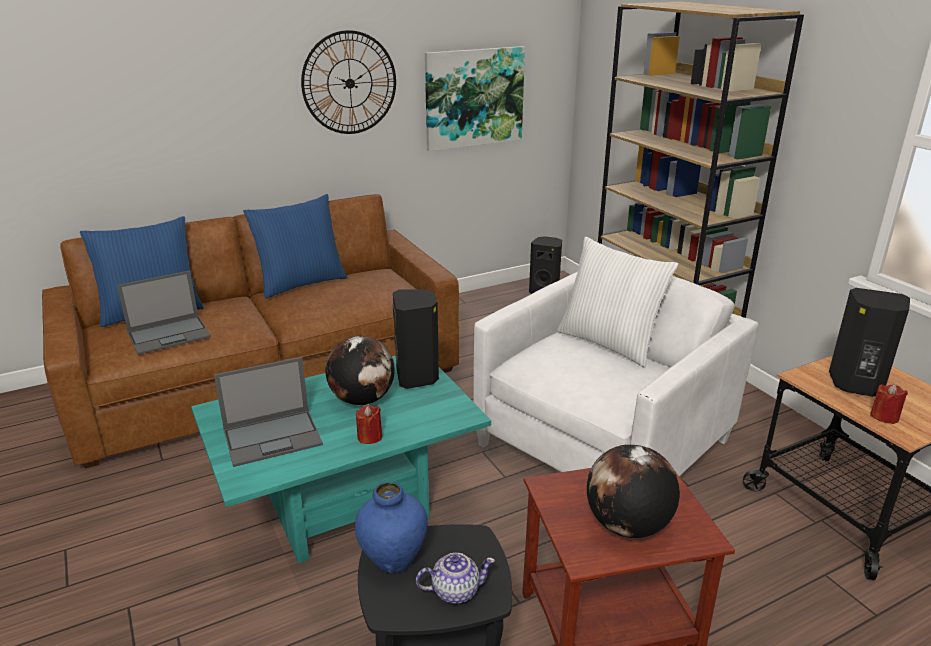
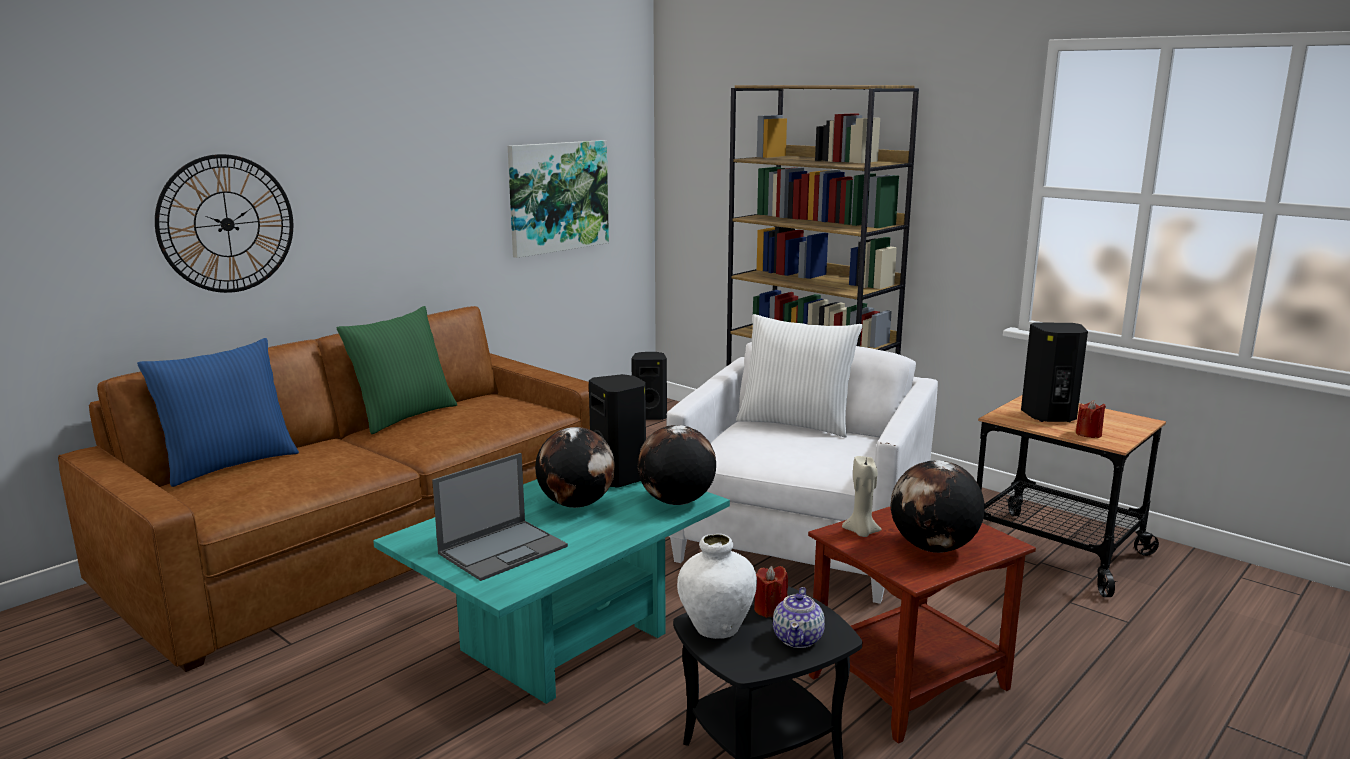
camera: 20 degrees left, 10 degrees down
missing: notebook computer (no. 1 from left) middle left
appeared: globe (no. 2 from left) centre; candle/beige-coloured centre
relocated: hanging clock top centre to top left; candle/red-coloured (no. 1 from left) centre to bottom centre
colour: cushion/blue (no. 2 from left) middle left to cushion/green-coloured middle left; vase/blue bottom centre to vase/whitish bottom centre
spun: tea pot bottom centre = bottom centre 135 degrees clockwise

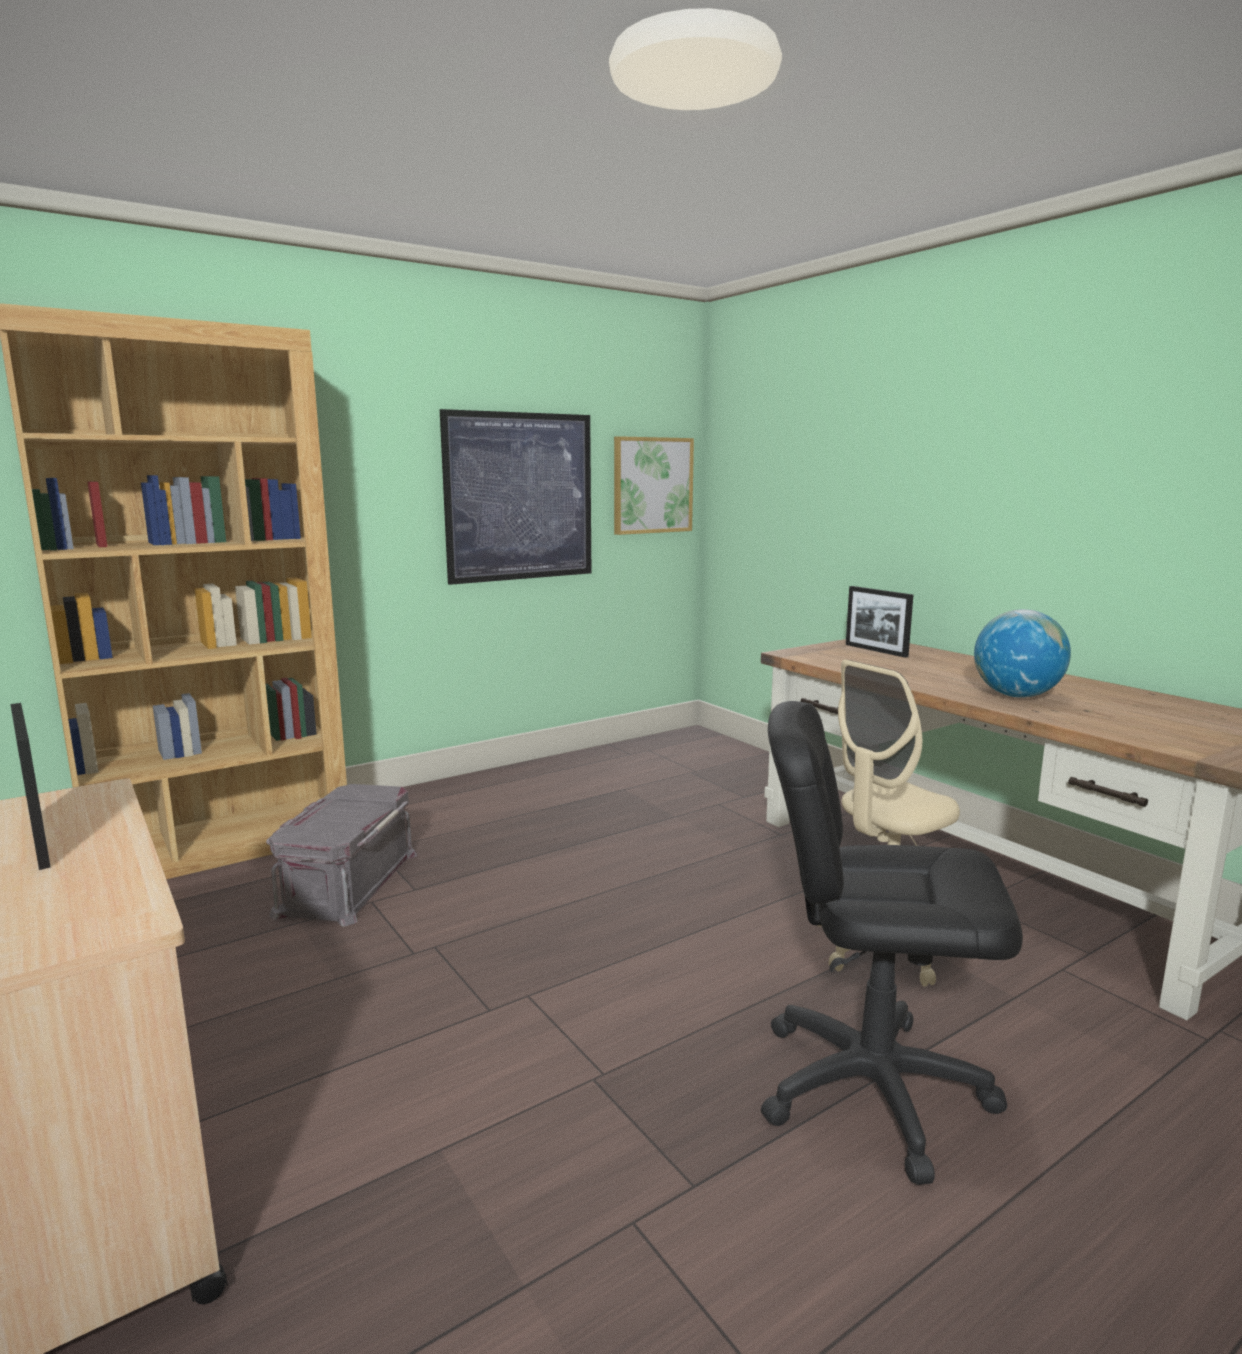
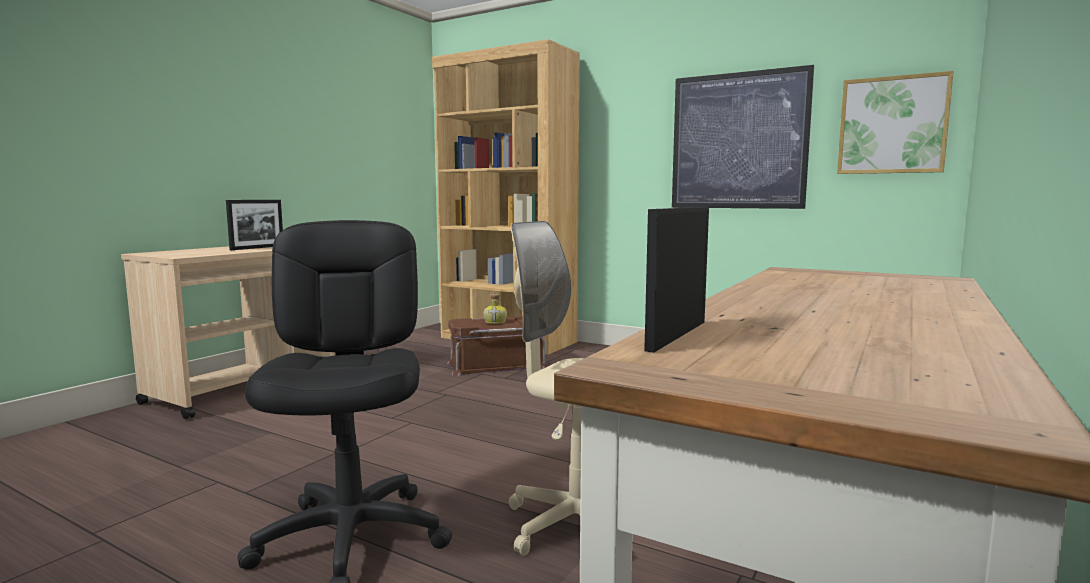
camera: 65 degrees right, 5 degrees down
missing: globe middle right
appeared: bottle centre
relocated: picture frame (no. 2 from left) middle right to centre
colour: storage box/grey middle left to storage box/brownish centre

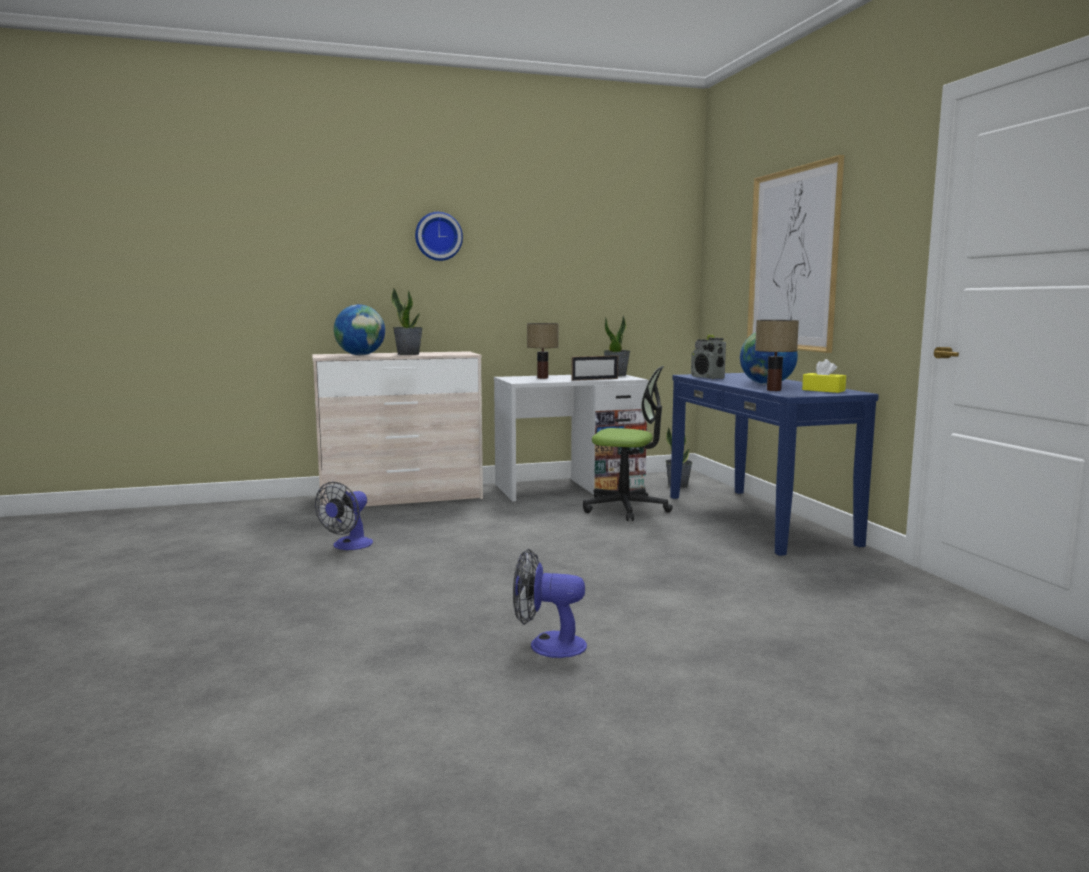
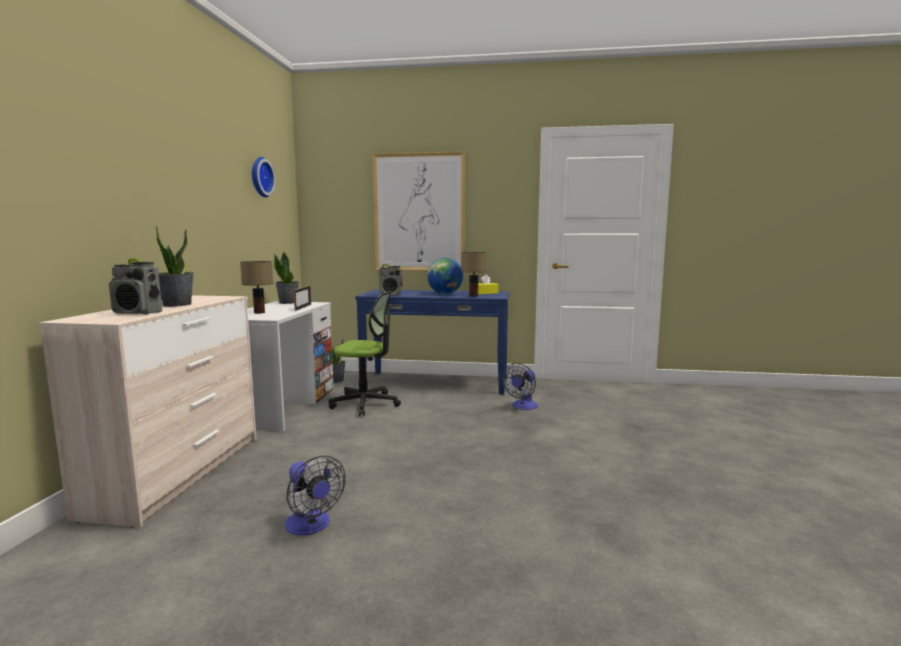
camera: 65 degrees left, 0 degrees up
relocated: hanging clock top centre to top left; cooling fan (no. 2 from left) bottom centre to centre
exchanged: globe (no. 1 from left) middle left to radio (no. 1 from left) middle left
spun: office chair centre = centre 60 degrees clockwise

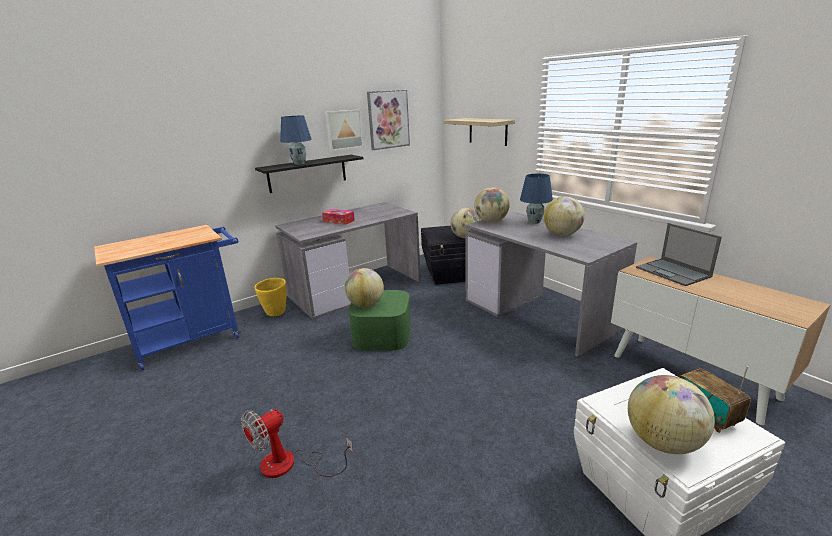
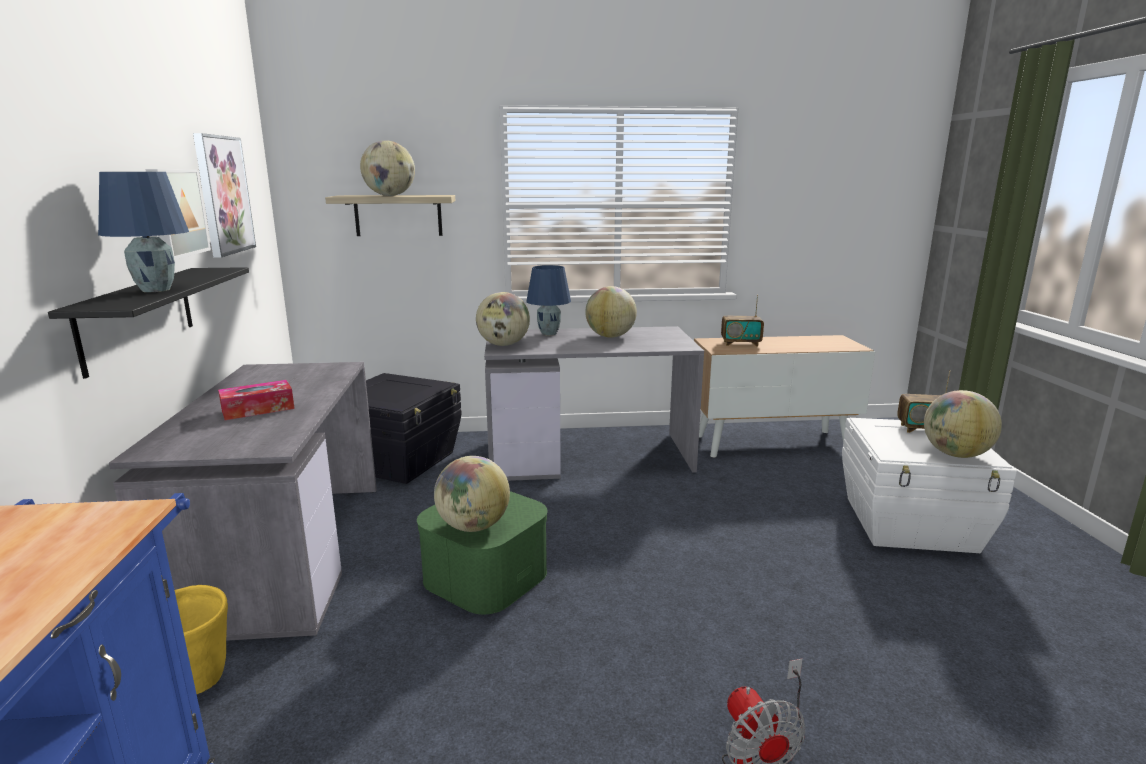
camera: 60 degrees left, 5 degrees down
relocated: globe (no. 2 from left in the first image) centre to globe (no. 1 from left) top centre
exchanged: notebook computer middle right to radio (no. 1 from left) centre

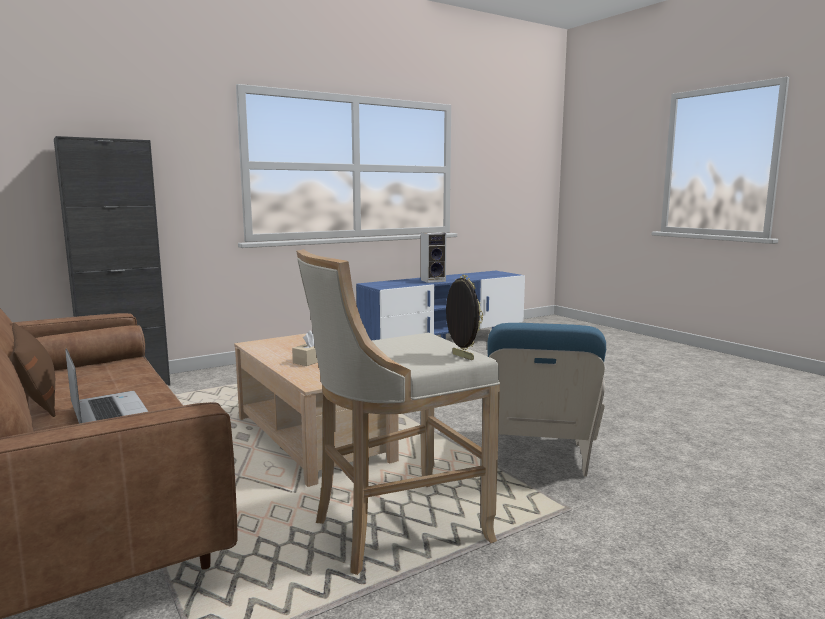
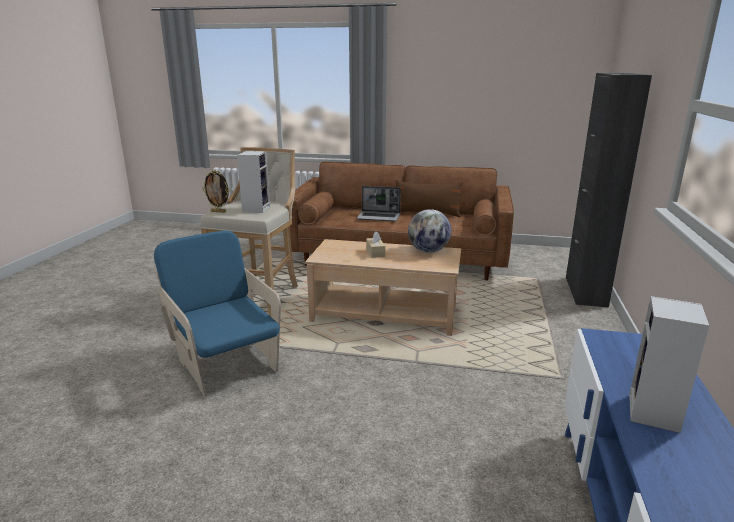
camera: 135 degrees right, 10 degrees up
appeared: loudspeaker (no. 1 from left) centre; globe centre

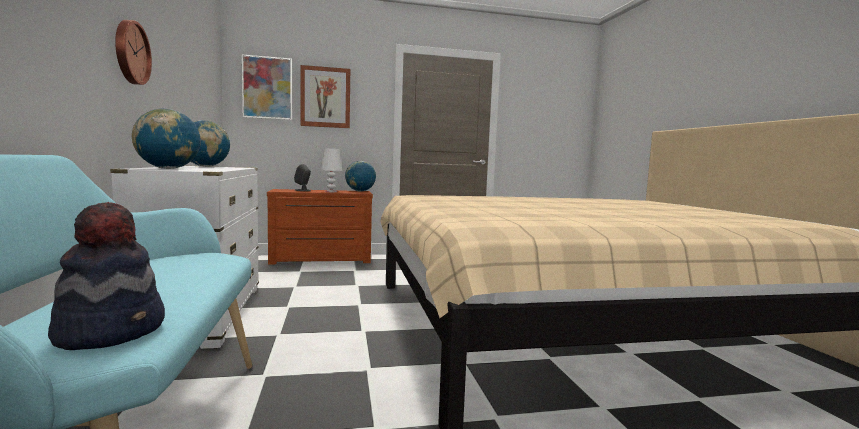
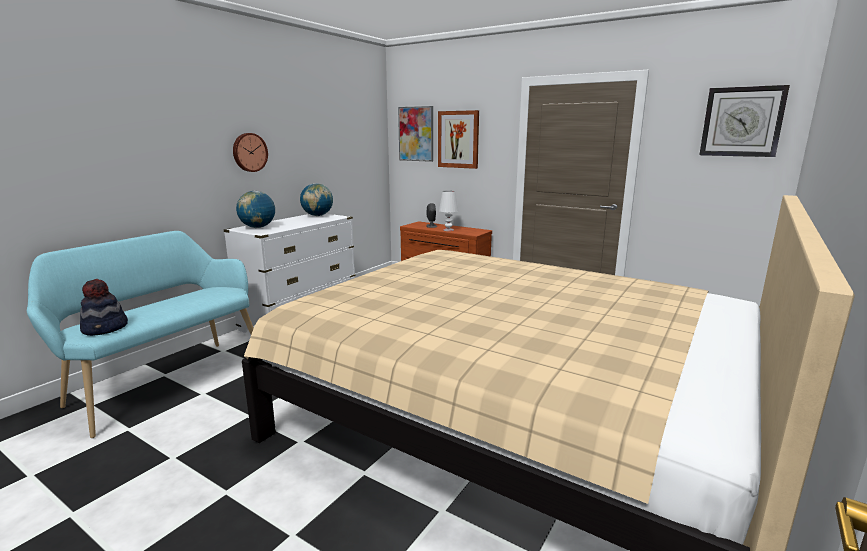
camera: 45 degrees right, 10 degrees up
missing: globe (no. 3 from left) centre
appeared: hanging clock (no. 2 from left) top right

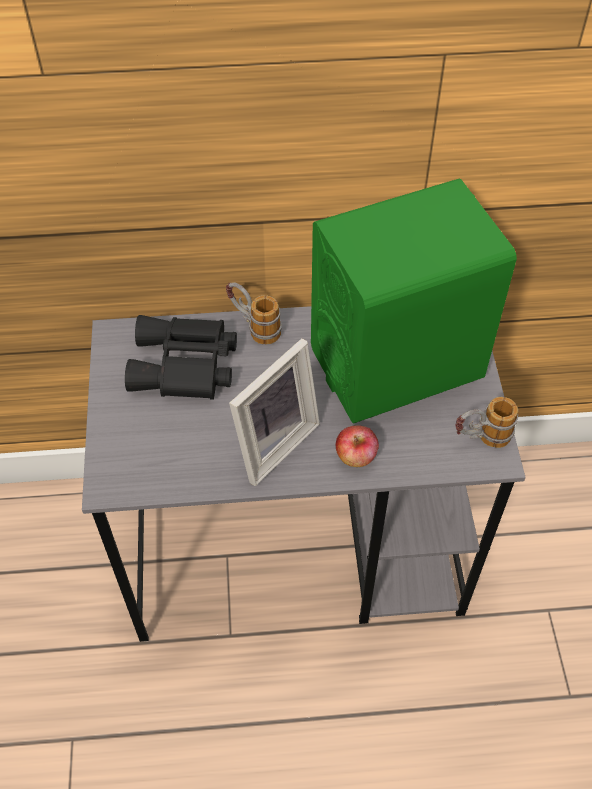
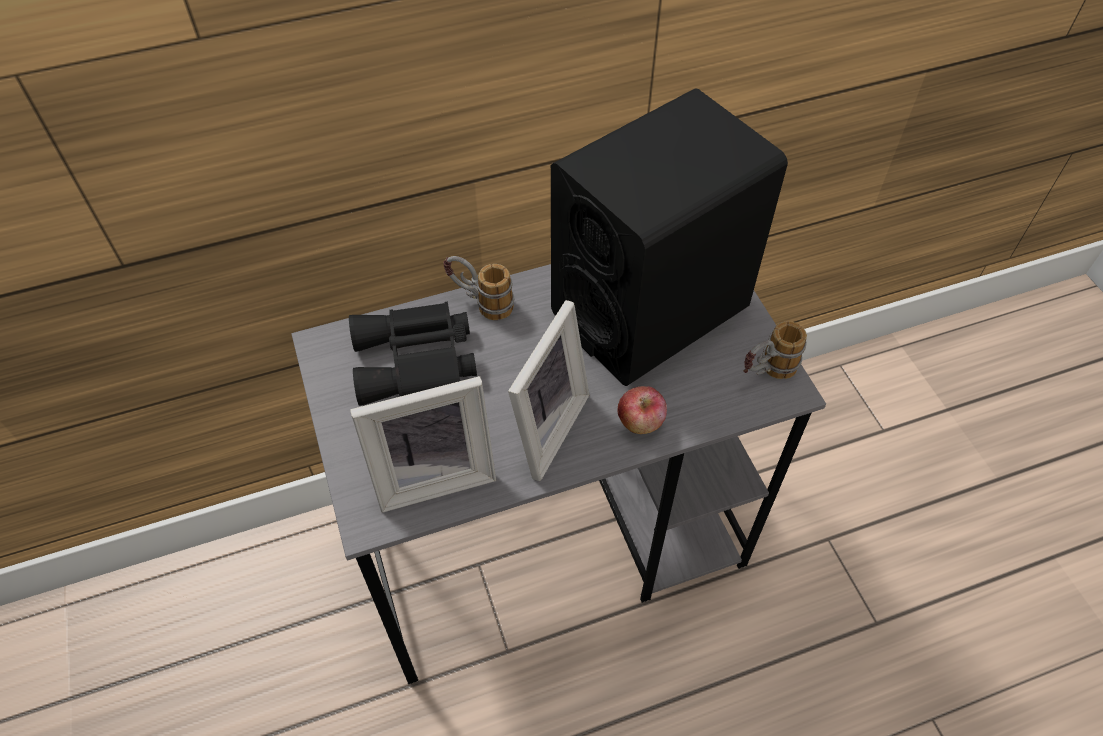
camera: 15 degrees left, 0 degrees up
appeared: picture frame (no. 1 from left) centre
colour: loudspeaker/green-coloured middle right to loudspeaker/blackish top centre

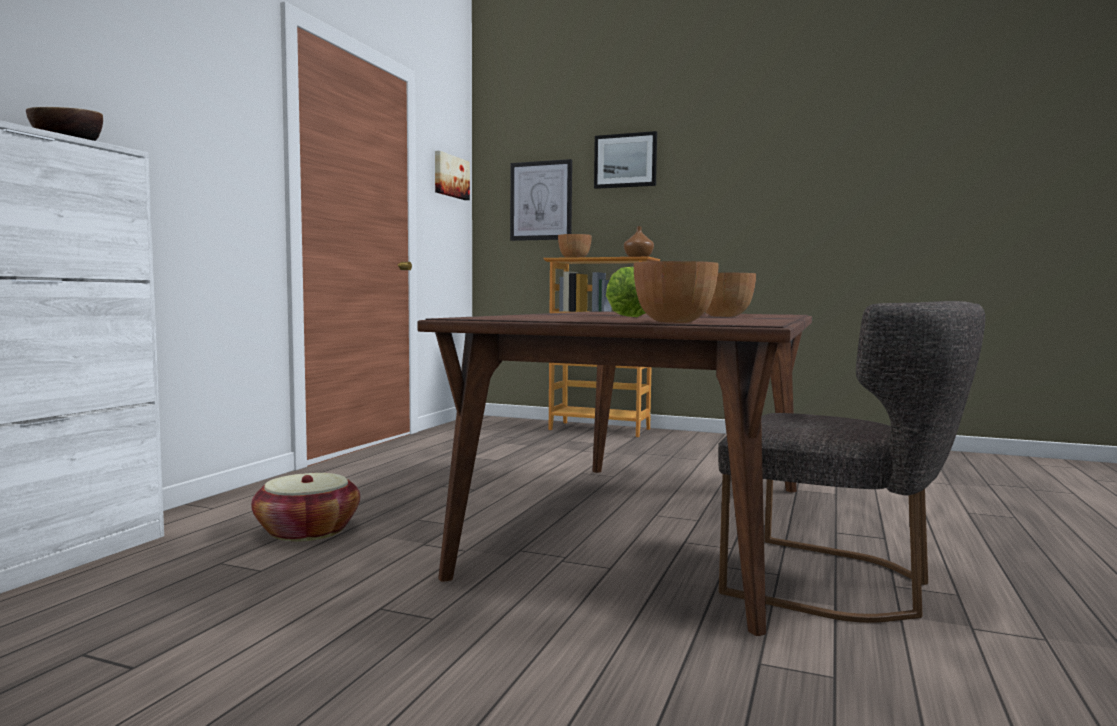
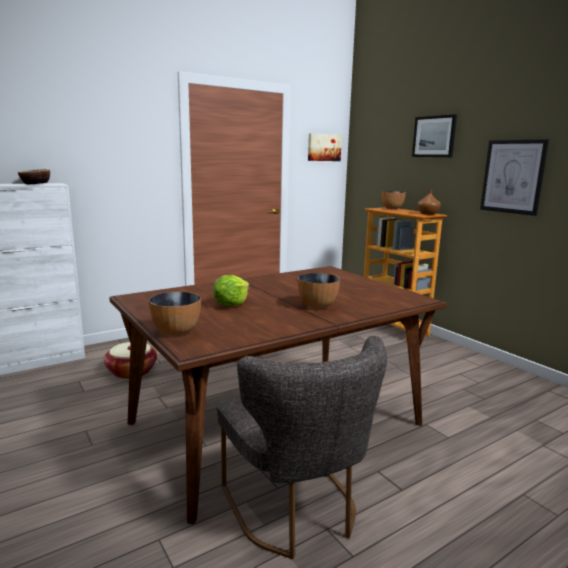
camera: 35 degrees right, 10 degrees up
relocated: picture (no. 2 from left in the first image) top centre to picture (no. 3 from left) top right

